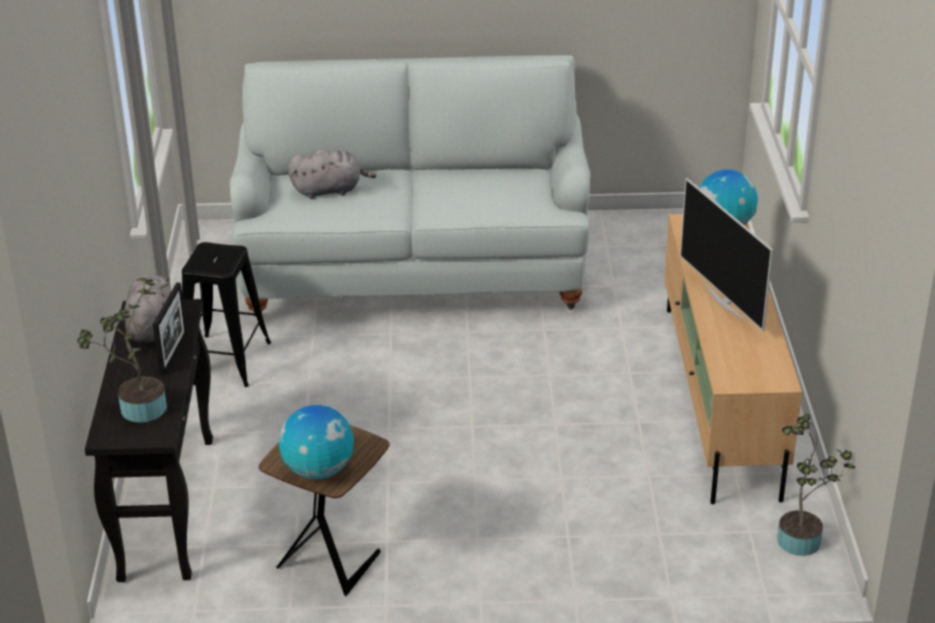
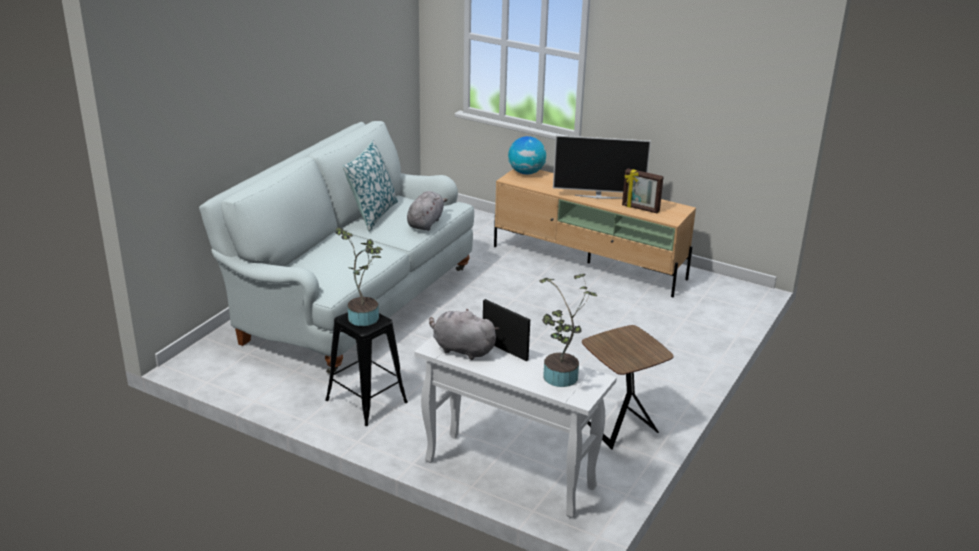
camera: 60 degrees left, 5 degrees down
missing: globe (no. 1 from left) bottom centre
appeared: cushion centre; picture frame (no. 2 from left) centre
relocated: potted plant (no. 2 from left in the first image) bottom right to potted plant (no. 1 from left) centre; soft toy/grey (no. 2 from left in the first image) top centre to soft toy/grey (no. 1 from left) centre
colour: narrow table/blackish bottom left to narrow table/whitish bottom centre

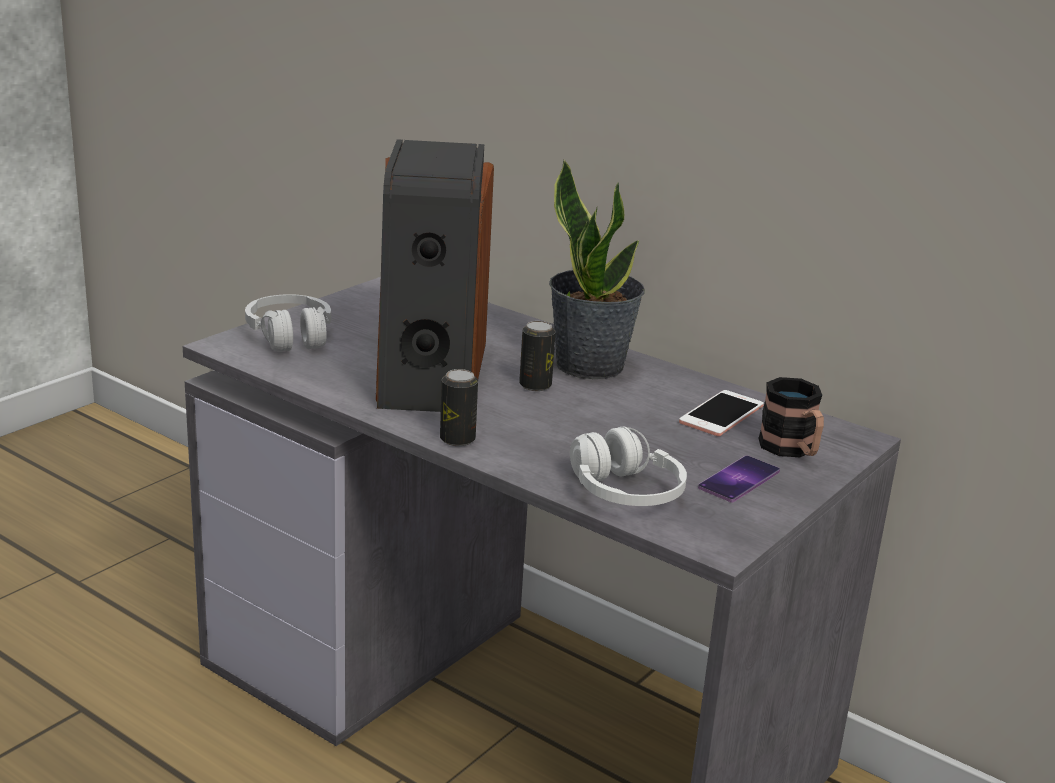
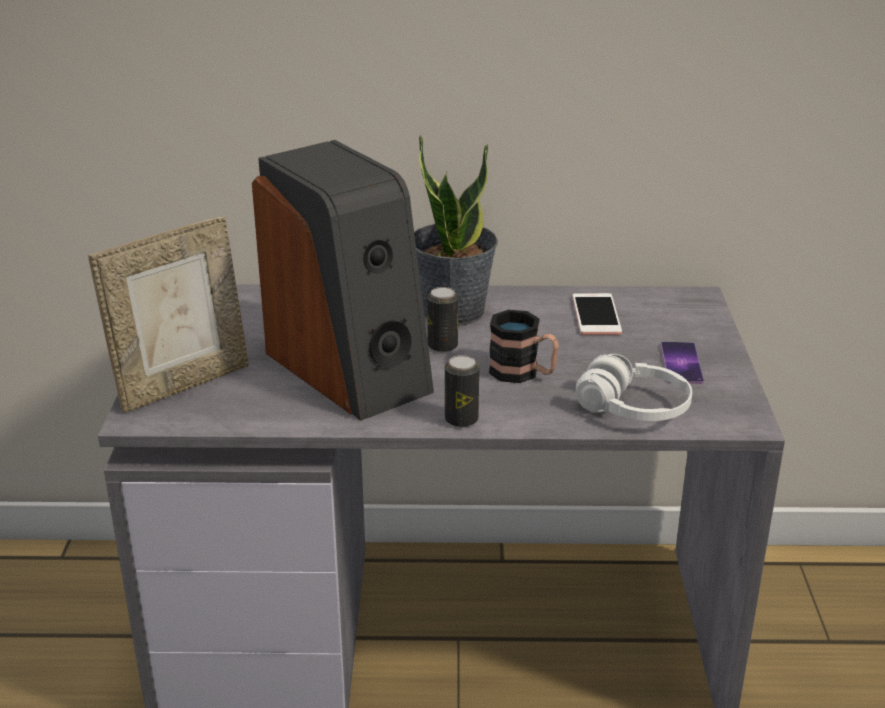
camera: 35 degrees left, 5 degrees up
relocated: mug middle right to centre
exchanged: headphones/whitish (no. 1 from left) middle left to picture frame middle left

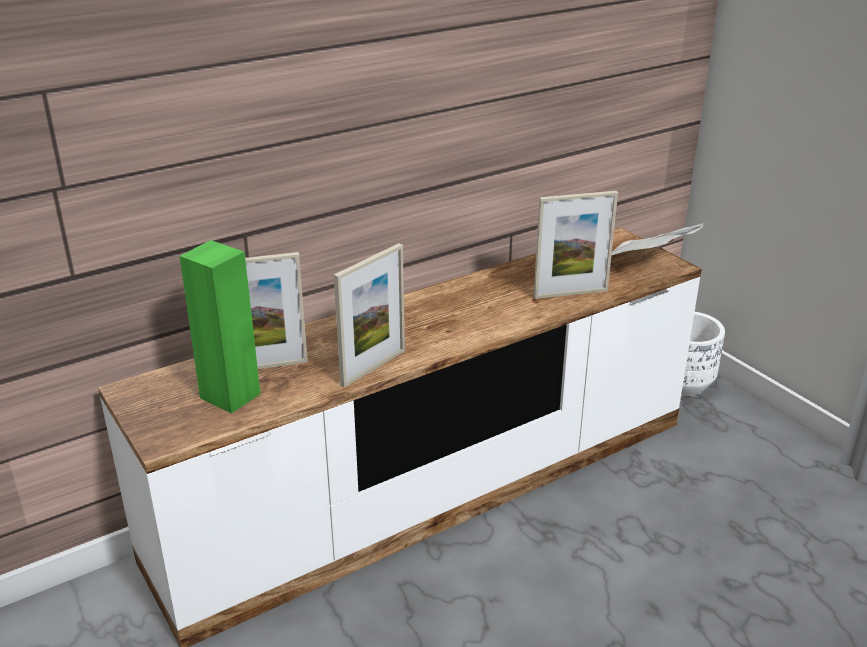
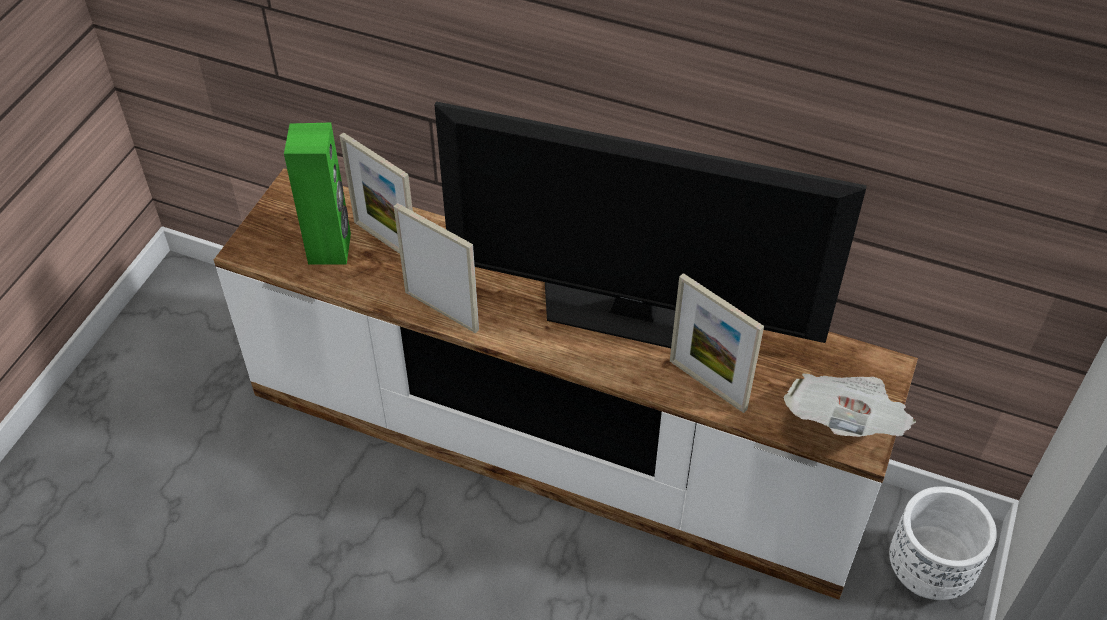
camera: 55 degrees right, 20 degrees up
appeared: television centre
spun: picture frame (no. 2 from left) centre = centre 150 degrees counterclockwise

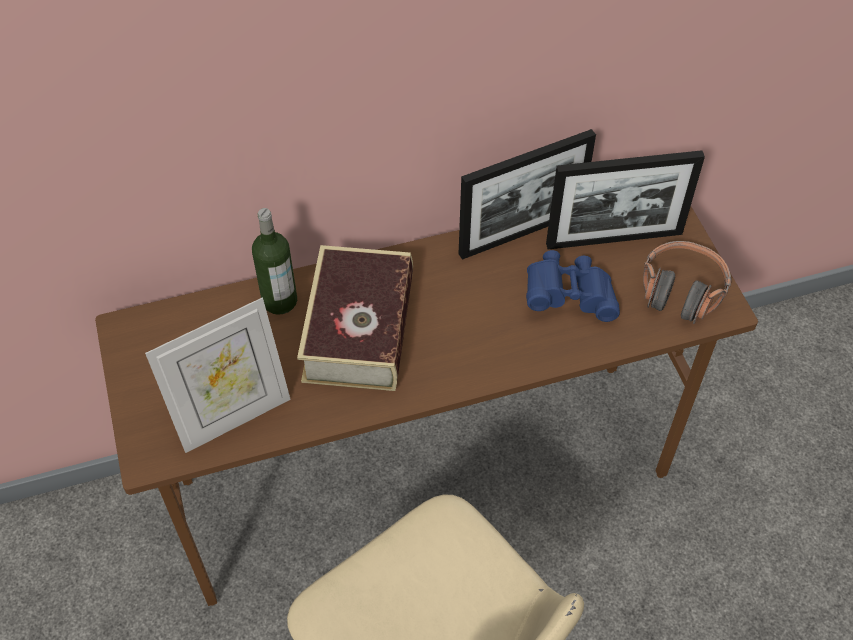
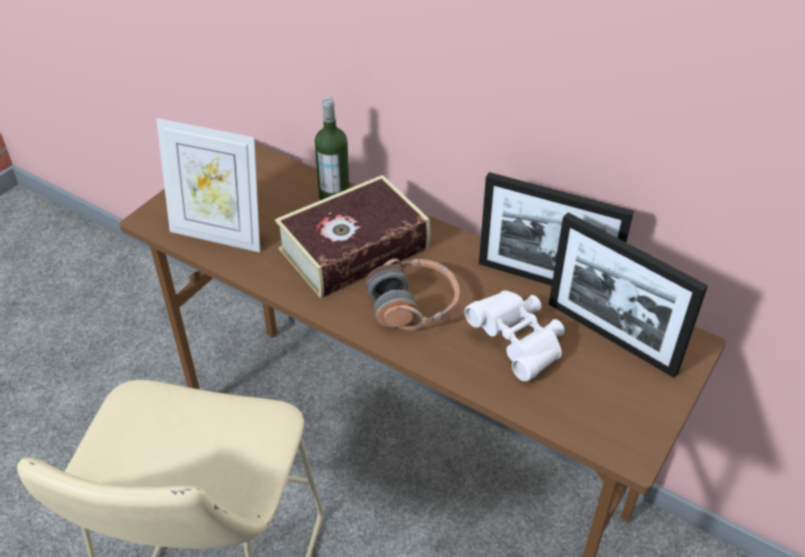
camera: 50 degrees right, 10 degrees down
relocated: headphones middle right to centre
colour: binoculars/blue middle right to binoculars/whitish centre

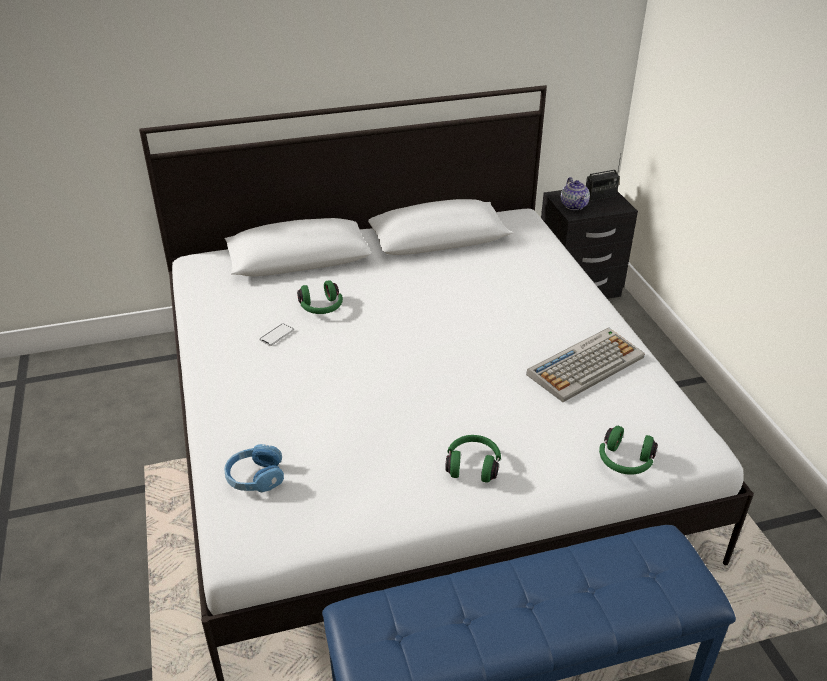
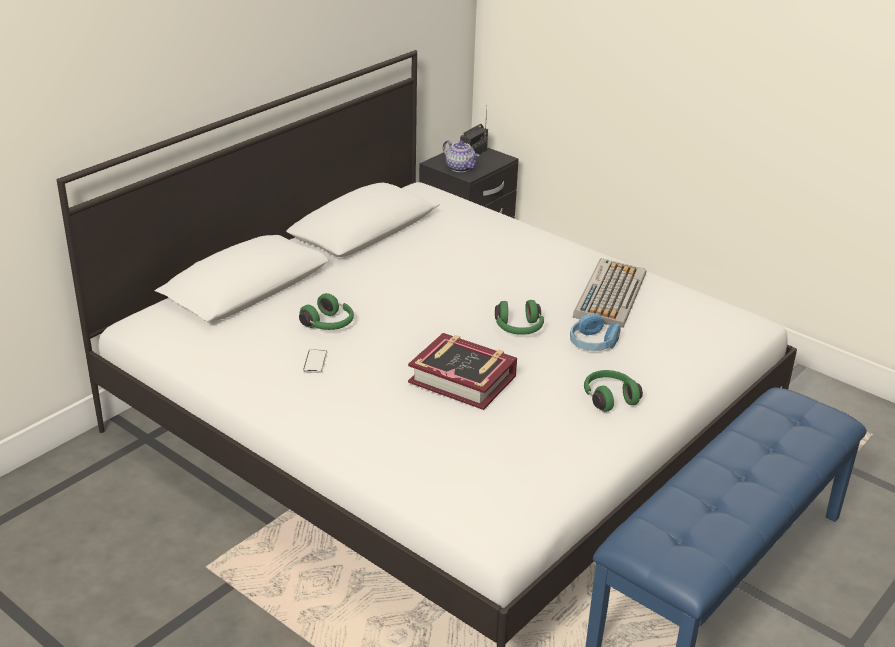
camera: 35 degrees left, 5 degrees down
appeared: book centre
relocated: headphones/green-coloured (no. 3 from left in the first image) middle right to headphones/green-coloured (no. 2 from left) centre; headphones/blue bottom left to centre

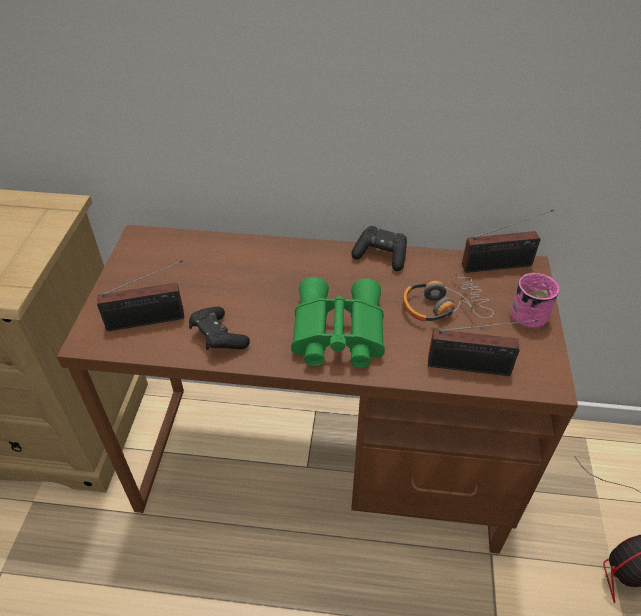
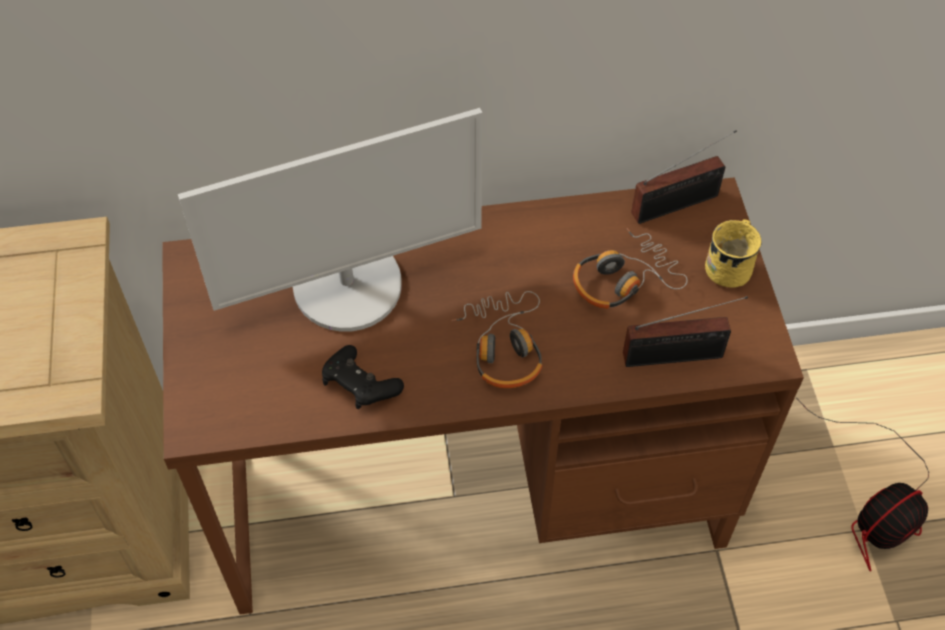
camera: 15 degrees left, 10 degrees up
missing: radio (no. 1 from left) middle left; game controller/blackish (no. 2 from left) centre
appeared: monitor centre
exchanged: binoculars/green-coloured centre to headphones (no. 1 from left) centre
colour: mug/pink-coloured middle right to mug/yellow-coloured middle right

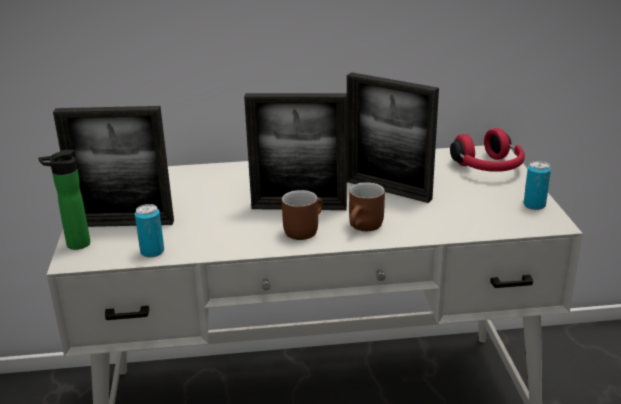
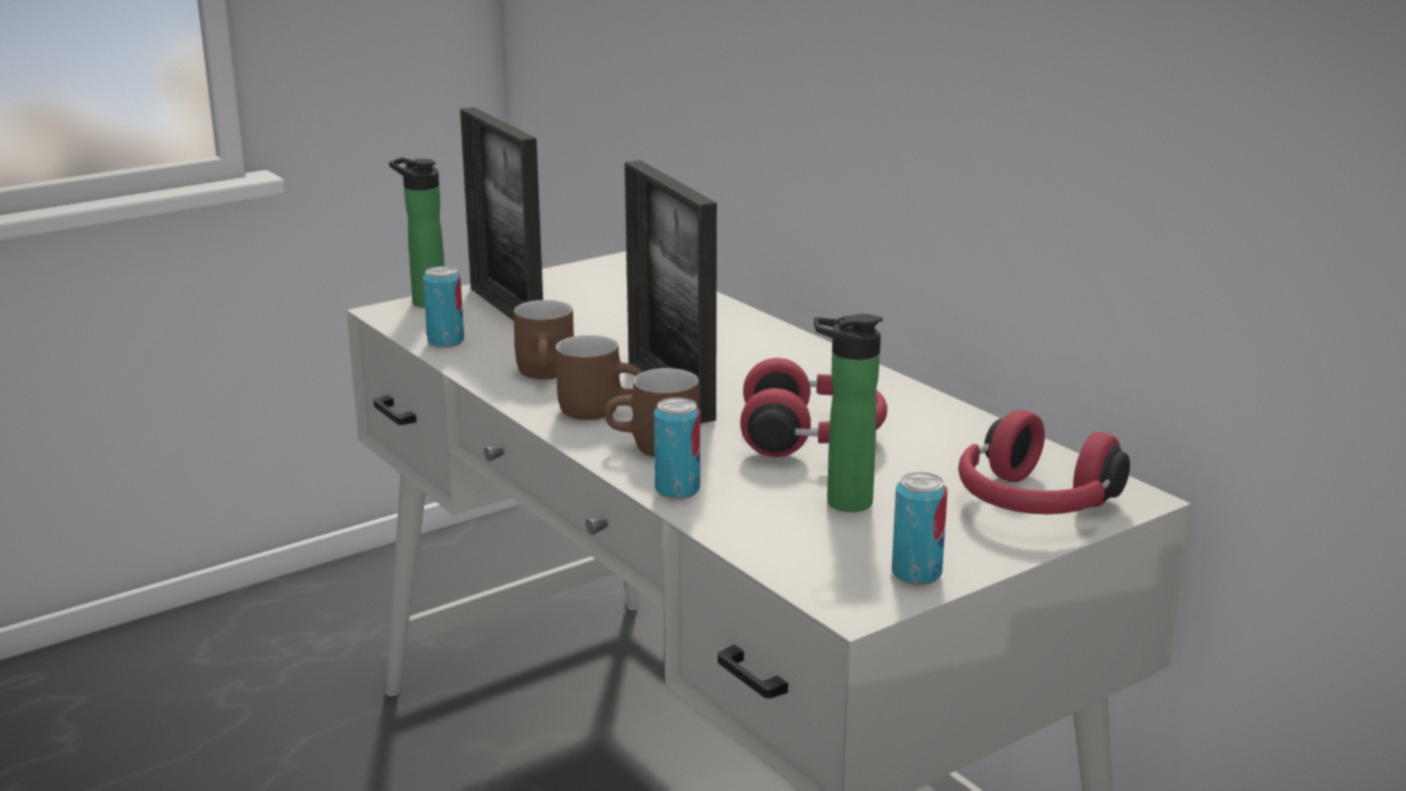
camera: 60 degrees right, 5 degrees down
appeared: mug/brownish (no. 1 from left) centre; metal can (no. 2 from left) centre; bottle (no. 2 from left) centre
exchanged: picture frame (no. 3 from left) centre to headphones/red-coloured (no. 1 from left) centre

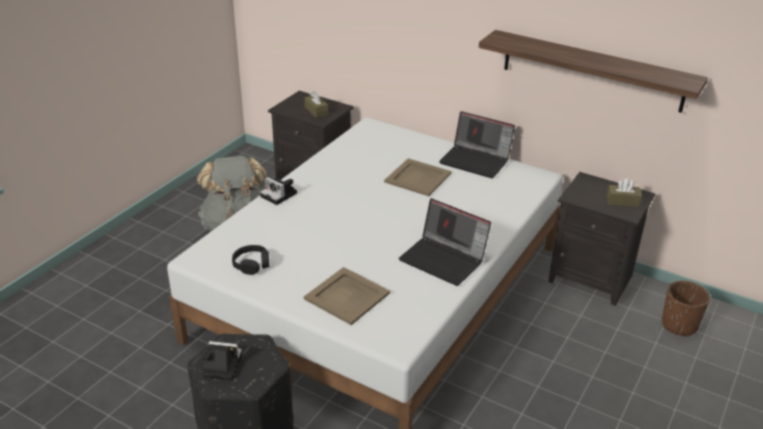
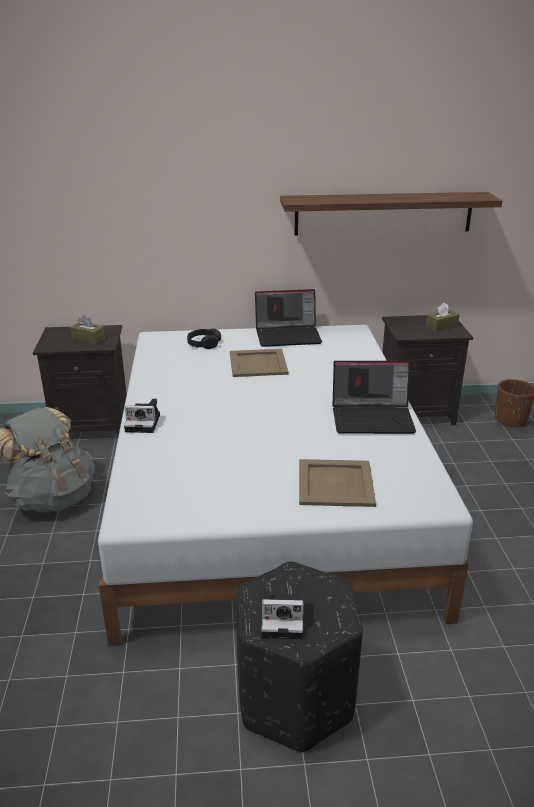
camera: 35 degrees left, 5 degrees down
relocated: headphones/blackish middle left to centre
spun: photo camera (no. 1 from left in the first image) bottom left = bottom centre 150 degrees counterclockwise

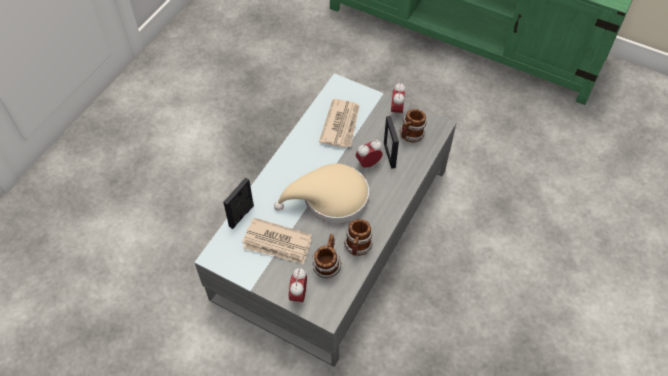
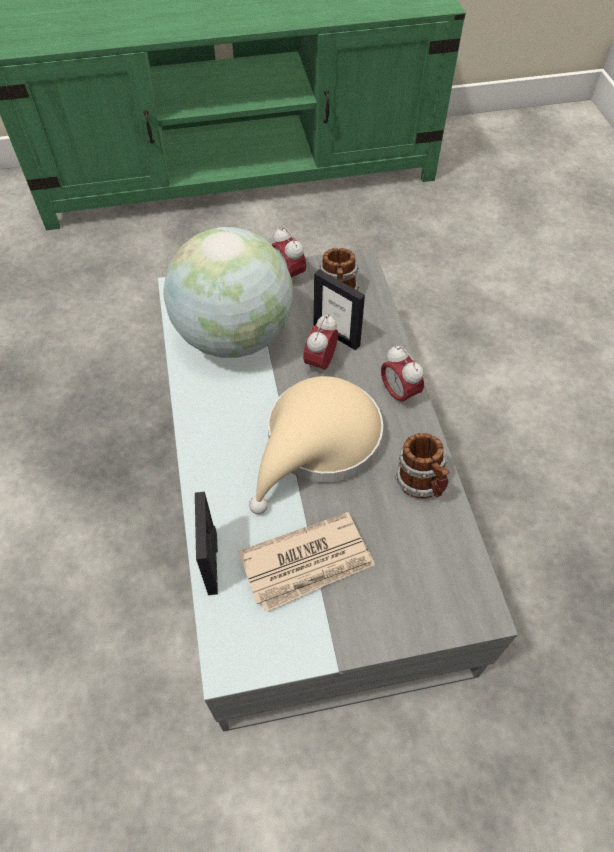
camera: 40 degrees left, 0 degrees up
missing: mug (no. 1 from left) bottom centre
relocated: alarm clock (no. 1 from left in the first image) bottom centre to alarm clock (no. 3 from left) centre
exchanged: daily paper (no. 2 from left) top centre to globe centre

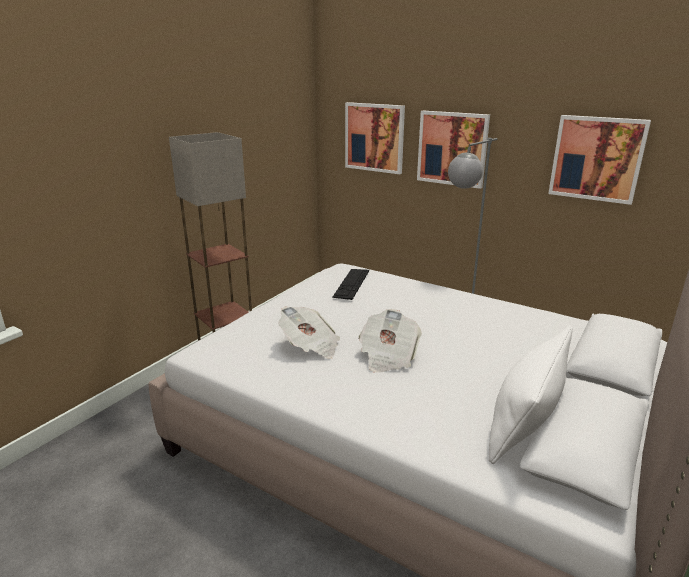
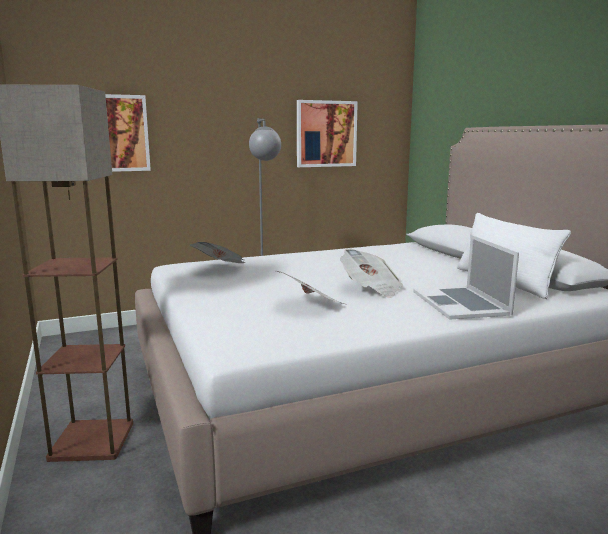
camera: 55 degrees left, 10 degrees down
missing: picture (no. 2 from left) top centre
appeared: notebook computer middle right
exchanged: keyboard centre to daily paper (no. 1 from left) centre

